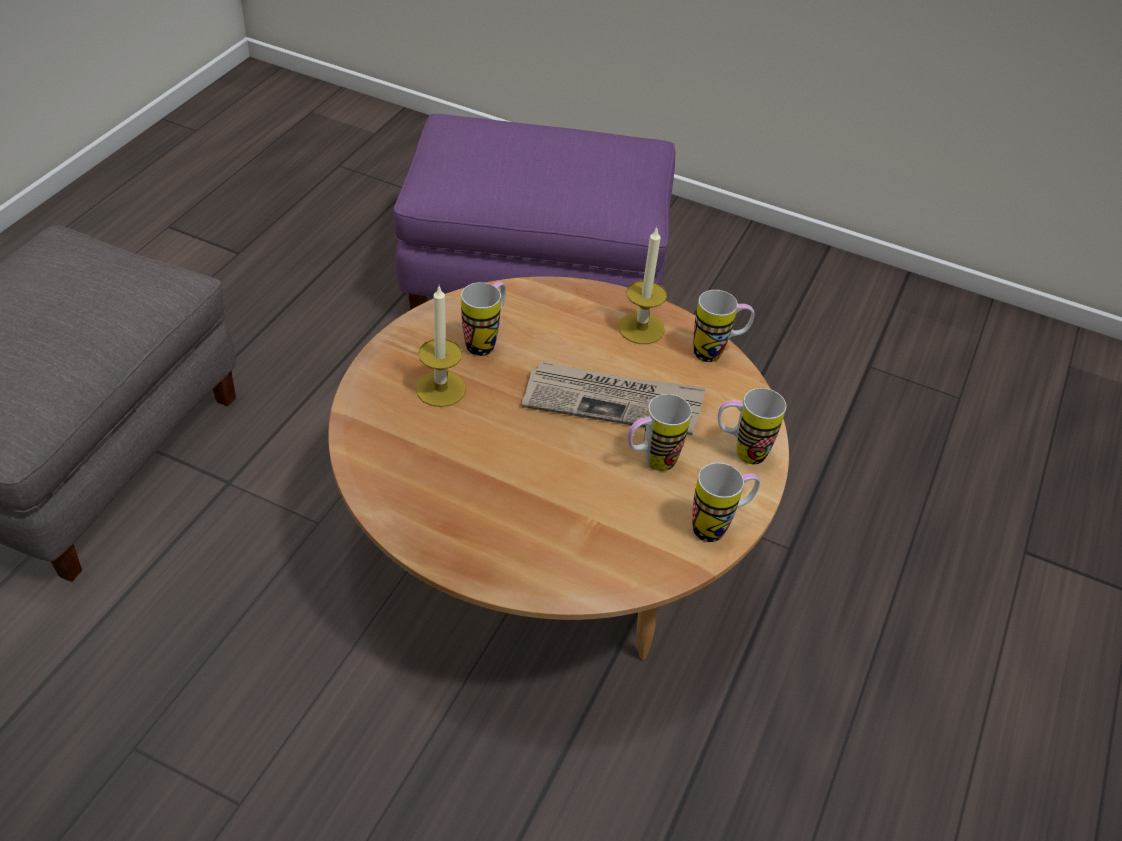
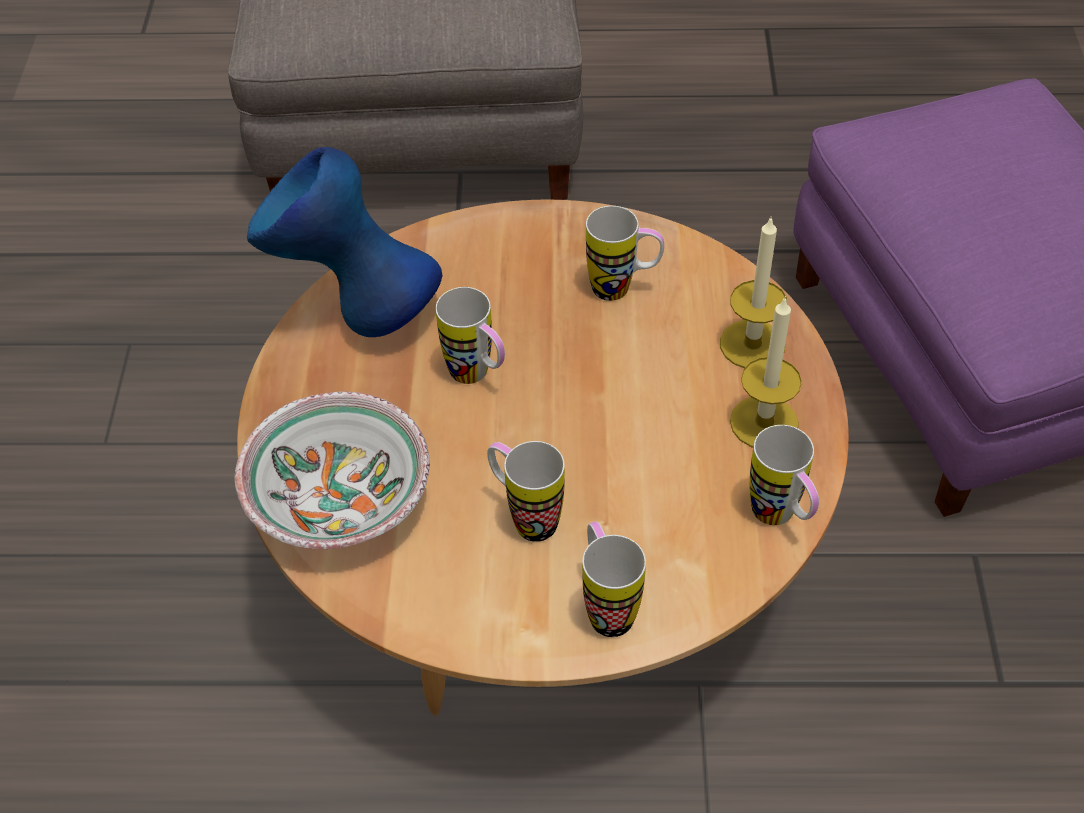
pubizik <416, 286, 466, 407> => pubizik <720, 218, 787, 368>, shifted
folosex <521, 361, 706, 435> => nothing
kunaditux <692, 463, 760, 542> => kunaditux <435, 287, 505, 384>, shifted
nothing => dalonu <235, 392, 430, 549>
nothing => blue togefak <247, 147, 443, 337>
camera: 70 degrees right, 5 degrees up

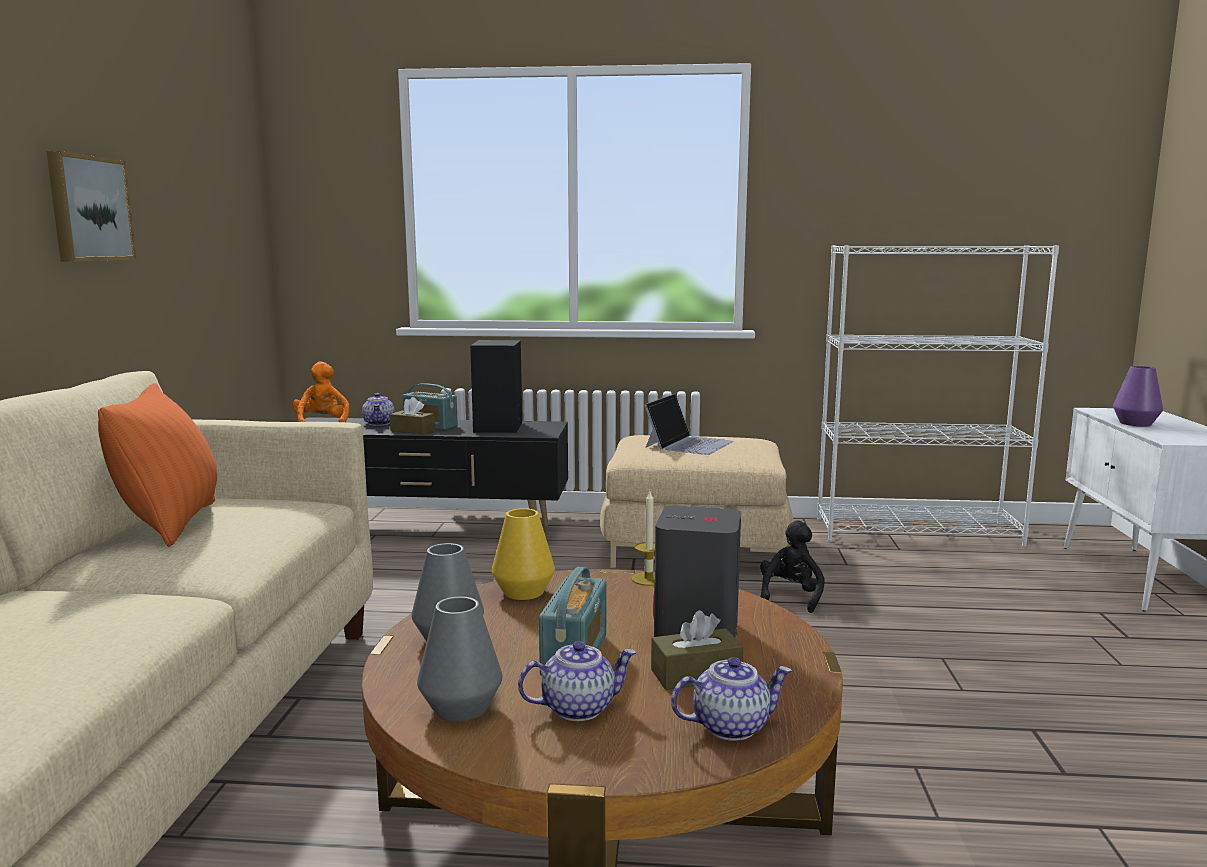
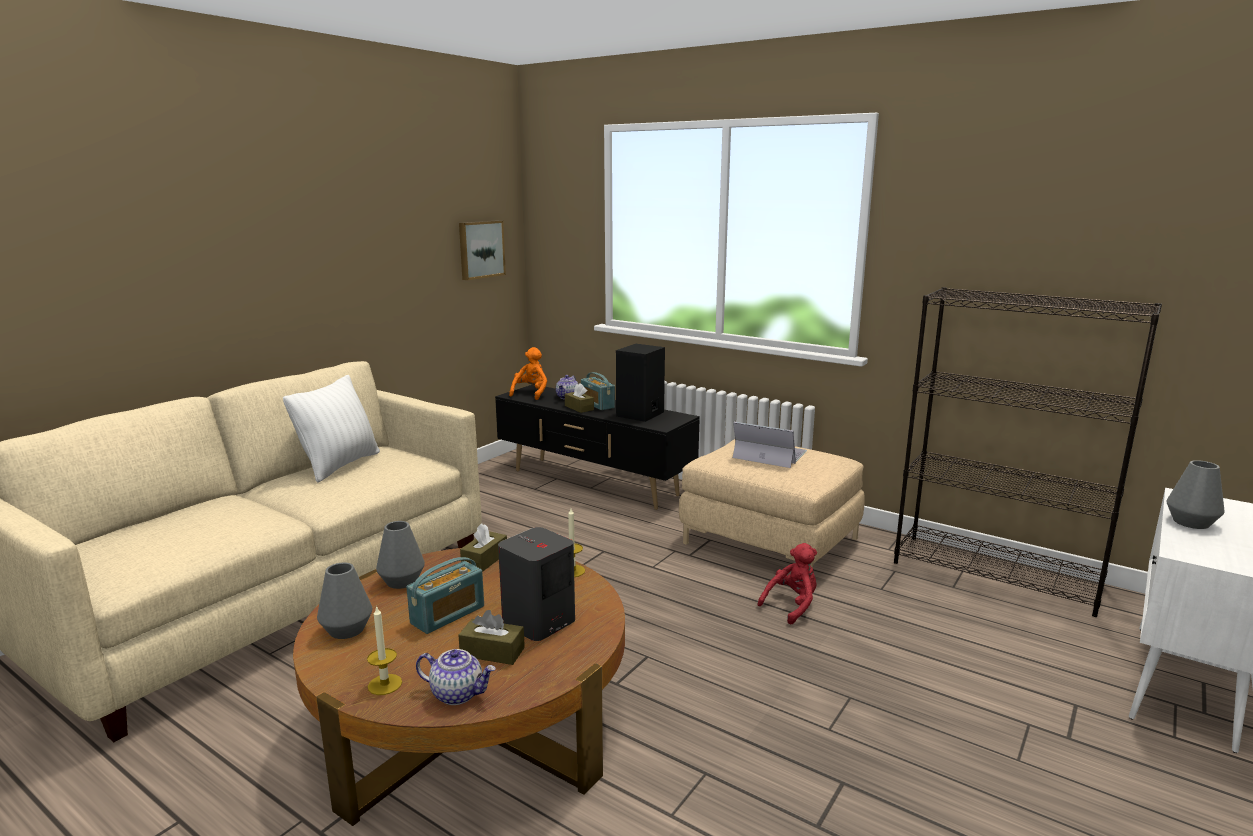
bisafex <46, 151, 137, 262> => bisafex <459, 220, 506, 280>, shifted
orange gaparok <98, 383, 217, 547> => white gaparok <283, 375, 380, 483>
yellow togefak <492, 508, 555, 600> => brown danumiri <460, 523, 507, 572>
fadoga <518, 641, 636, 721> => nothing
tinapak <644, 394, 733, 455> => tinapak <733, 422, 807, 468>, 120 degrees counterclockwise
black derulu <760, 520, 825, 613> => red derulu <758, 543, 817, 625>
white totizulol <817, 245, 1059, 547> => black totizulol <894, 287, 1162, 617>
purple togefak <1113, 366, 1163, 427> => grey togefak <1167, 460, 1225, 529>
nothing => pubizik <367, 605, 402, 695>
camera: 30 degrees right, 5 degrees up

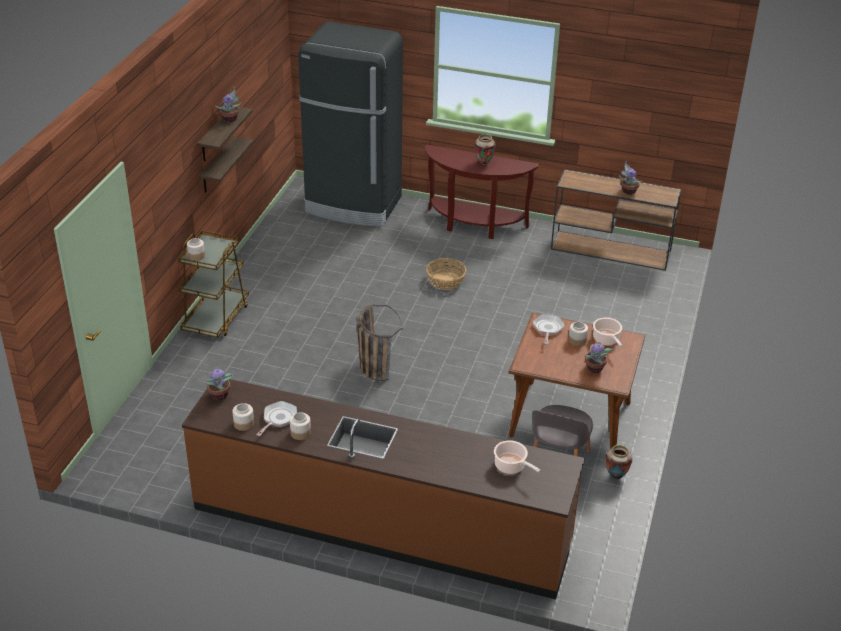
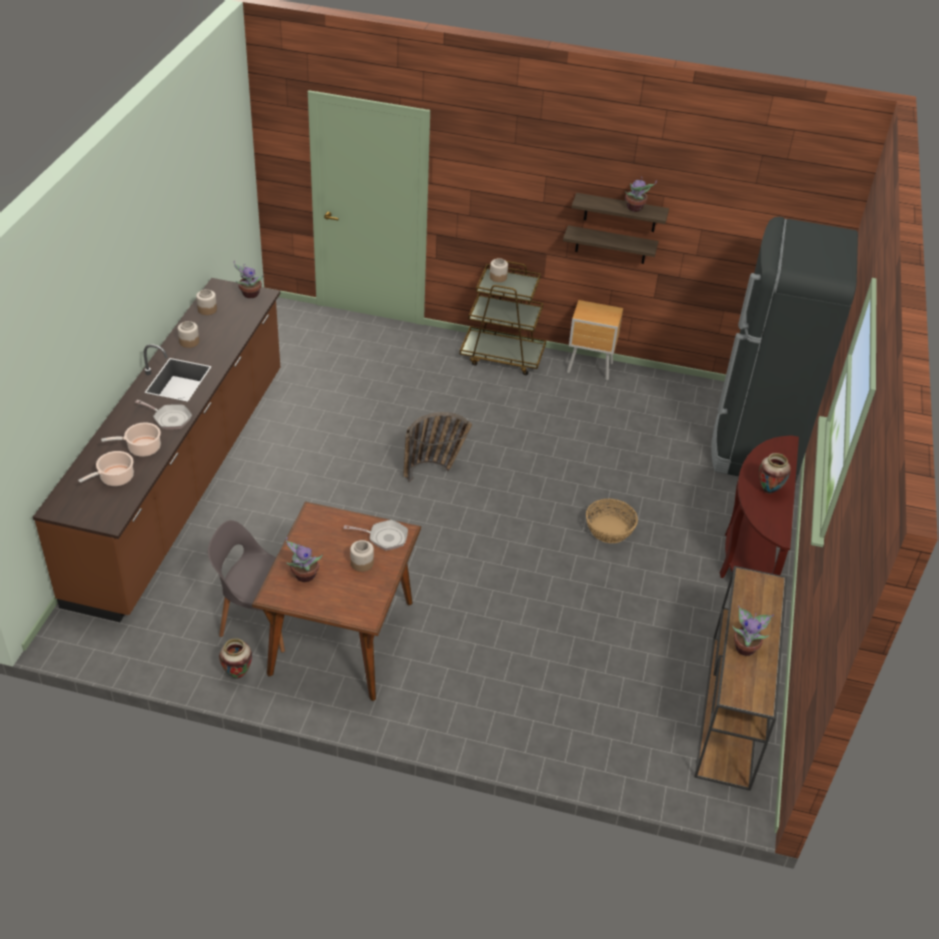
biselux <256, 401, 297, 436> => biselux <135, 400, 192, 430>, shifted
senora <593, 318, 622, 346> => senora <101, 423, 161, 457>, shifted
nothing => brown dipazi <567, 300, 623, 380>
camera: 85 degrees right, 5 degrees up

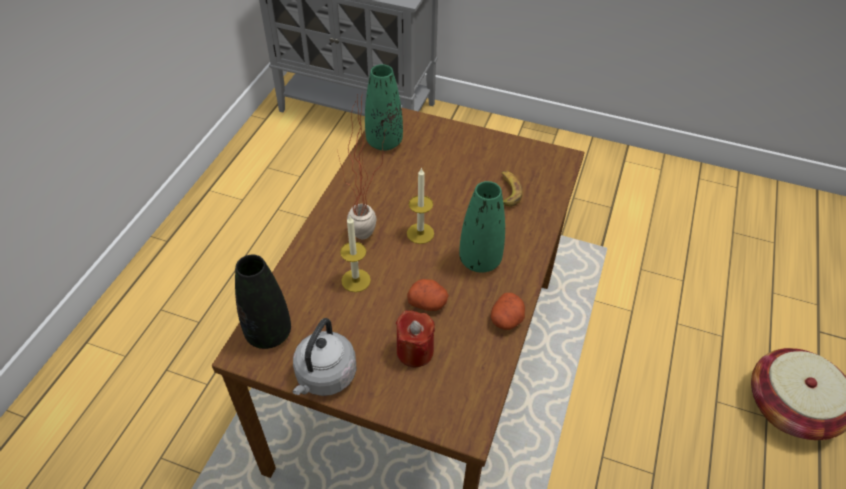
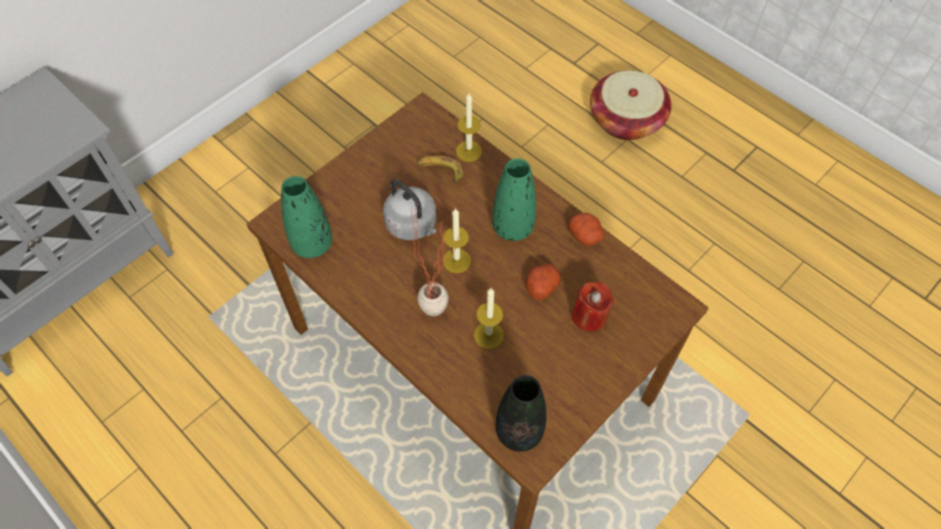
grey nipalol <292, 318, 357, 396> => grey nipalol <383, 179, 437, 240>, shifted
nothing => pubizik <456, 93, 482, 162>
camera: 65 degrees left, 10 degrees up

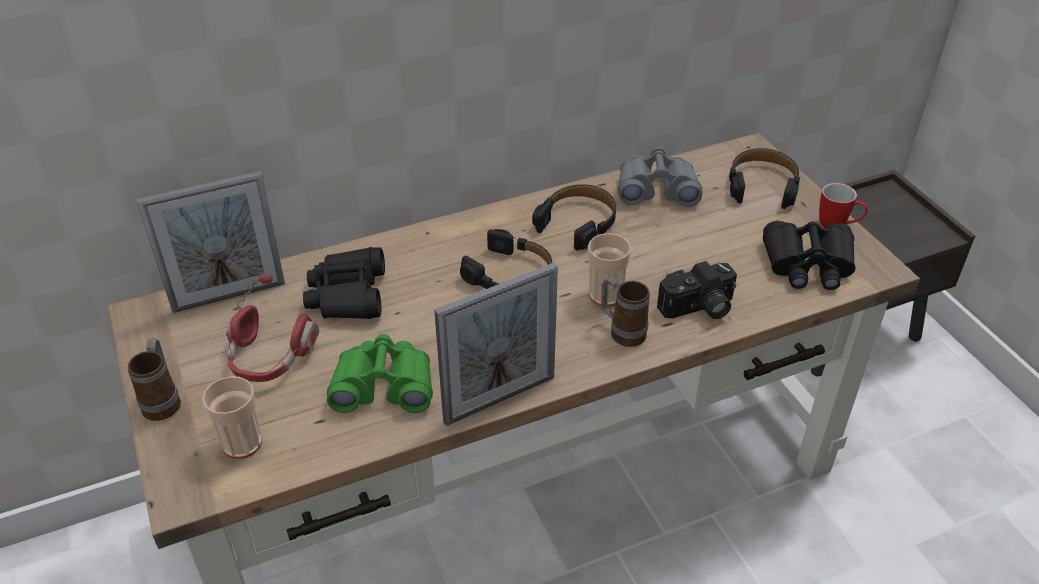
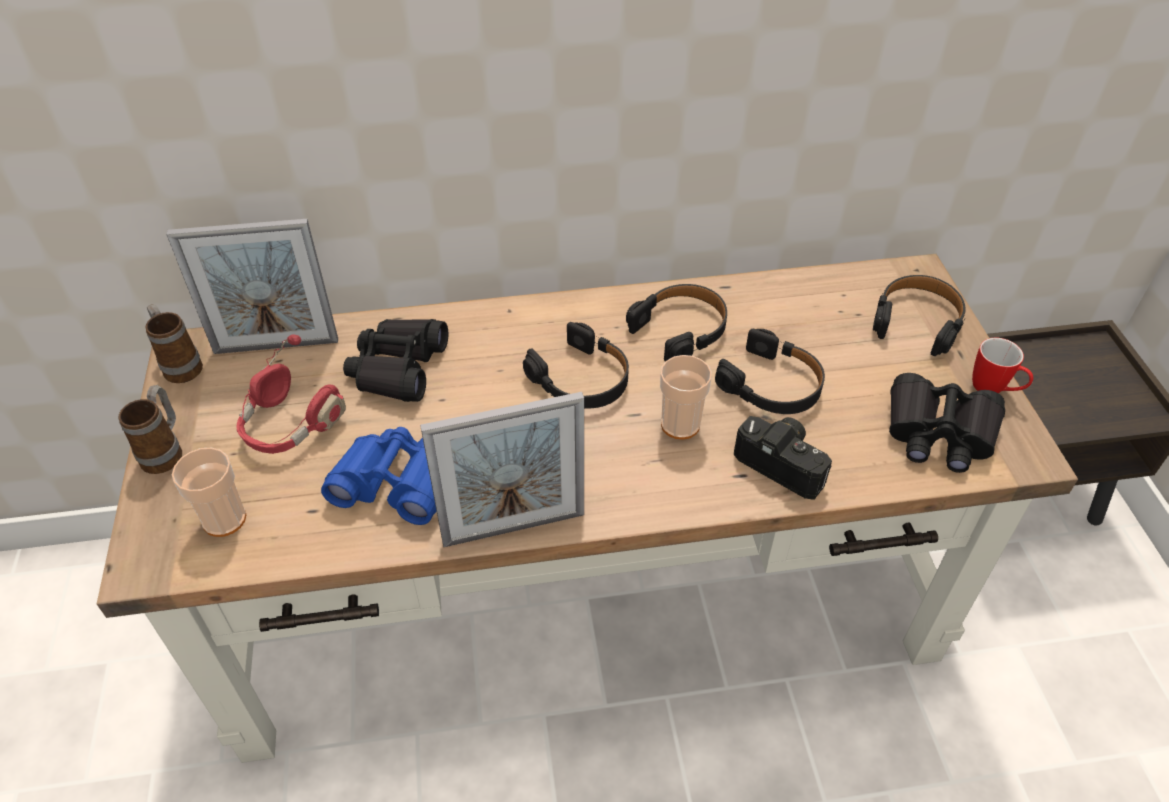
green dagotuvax <327, 334, 433, 413> => blue dagotuvax <321, 427, 437, 525>
kunaditux <601, 277, 650, 347> => kunaditux <145, 304, 203, 383>, shifted
grey dagotuvax <618, 147, 702, 207> => nothing
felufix <657, 261, 737, 319> => felufix <734, 416, 832, 500>, 135 degrees counterclockwise
nothing => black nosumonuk <715, 329, 825, 414>
camera: 15 degrees right, 5 degrees up

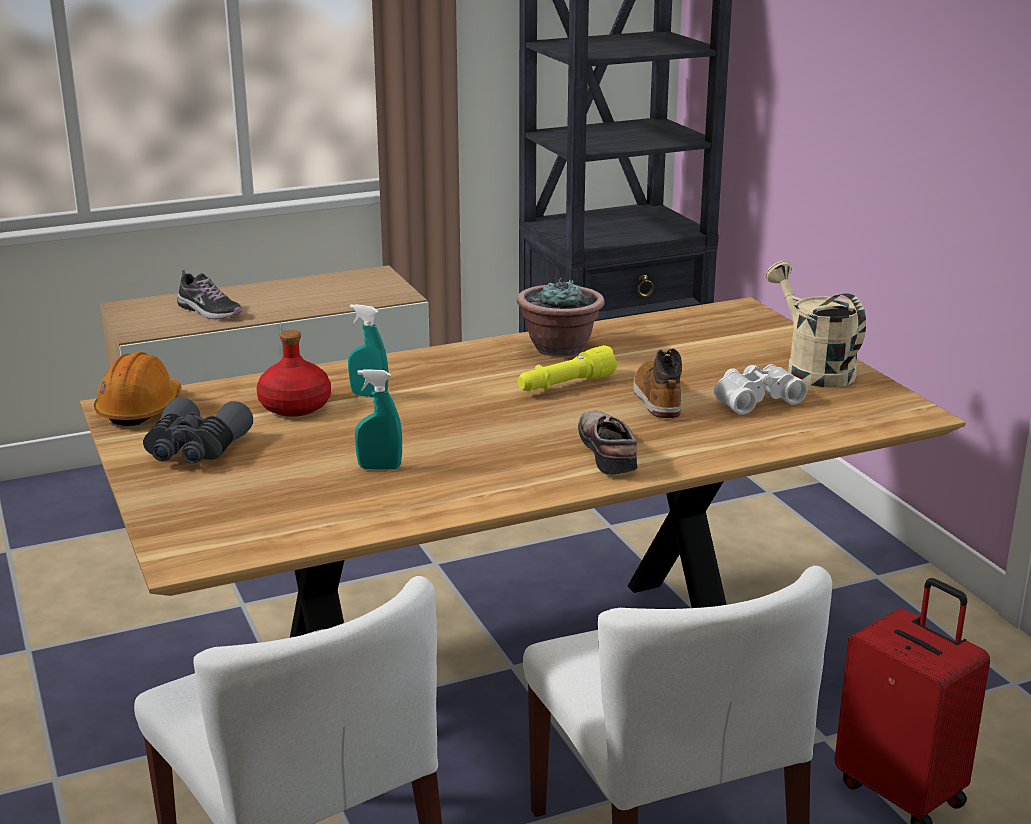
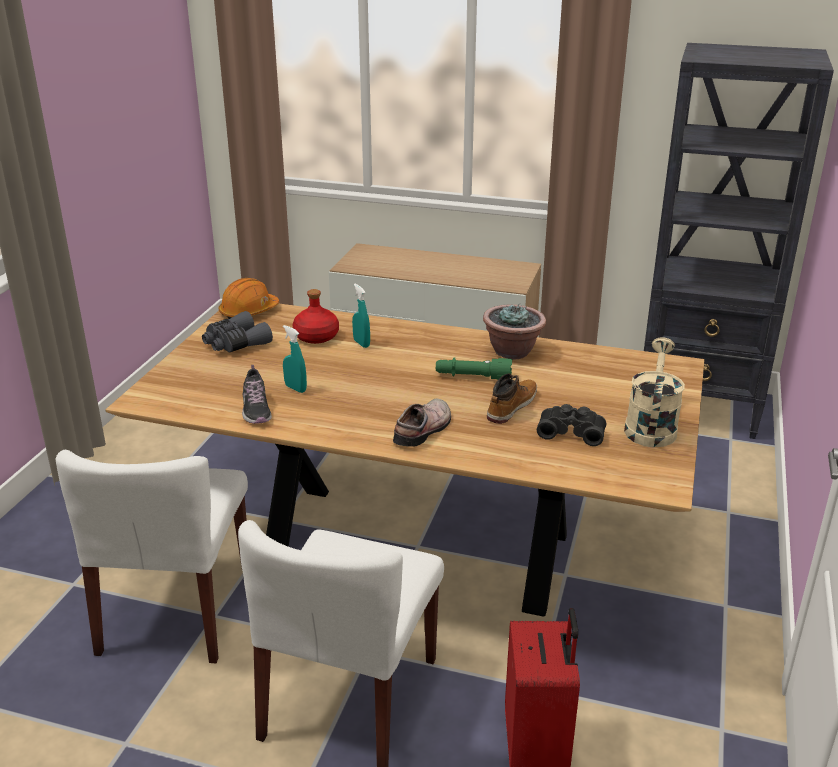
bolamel <177, 270, 242, 319> => bolamel <242, 365, 272, 424>, shifted
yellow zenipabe <518, 345, 617, 391> => green zenipabe <436, 358, 512, 380>
white dagotuvax <714, 364, 808, 415> => black dagotuvax <537, 404, 606, 446>
camera: 40 degrees right, 5 degrees up

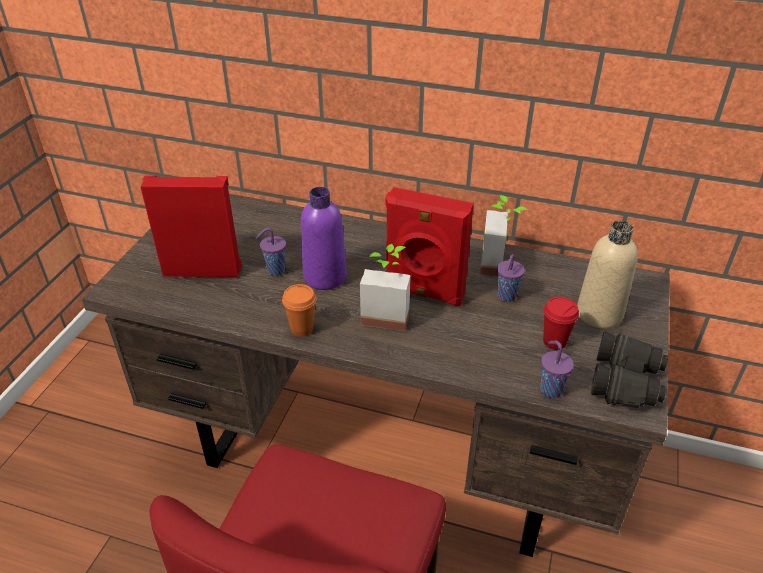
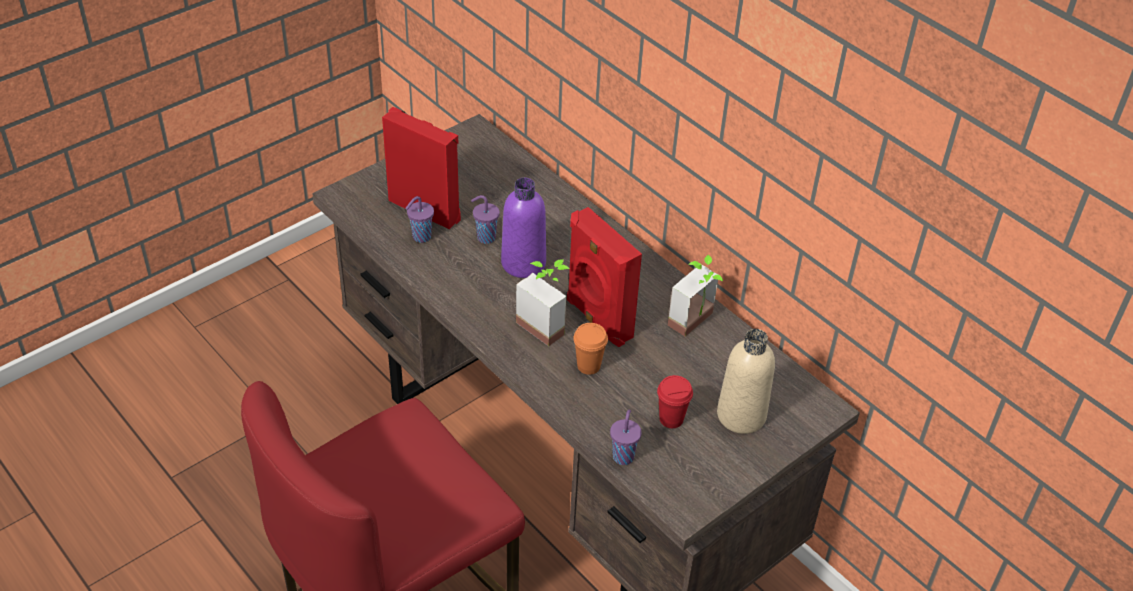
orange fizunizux <282, 284, 316, 336> => orange fizunizux <573, 323, 608, 375>, shifted
purple fizunizux <497, 254, 525, 302> => purple fizunizux <405, 196, 434, 243>, shifted
black dagotuvax <591, 331, 668, 408> => nothing
camera: 30 degrees right, 5 degrees up

